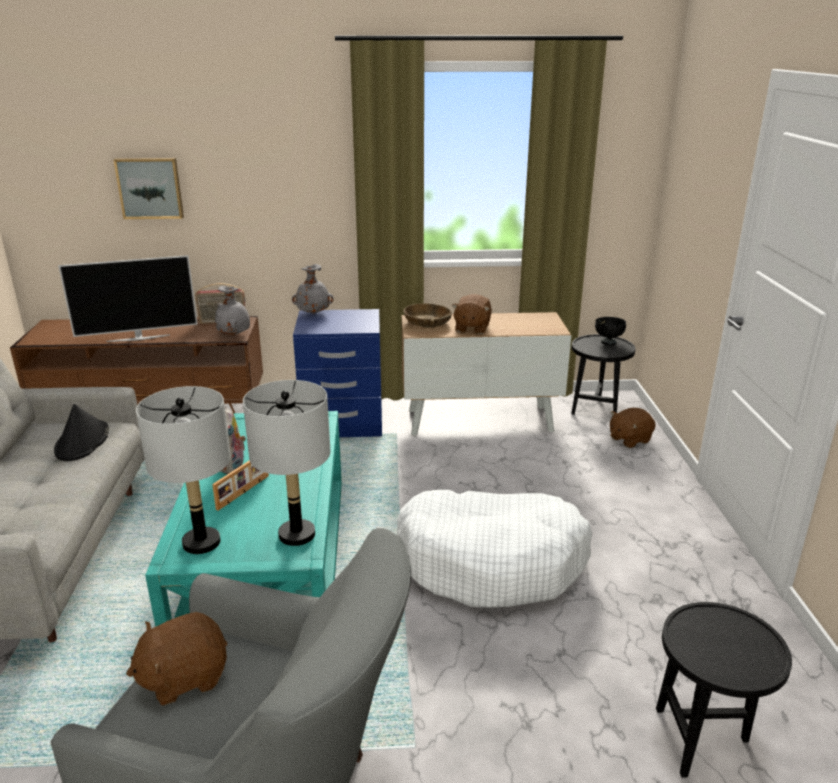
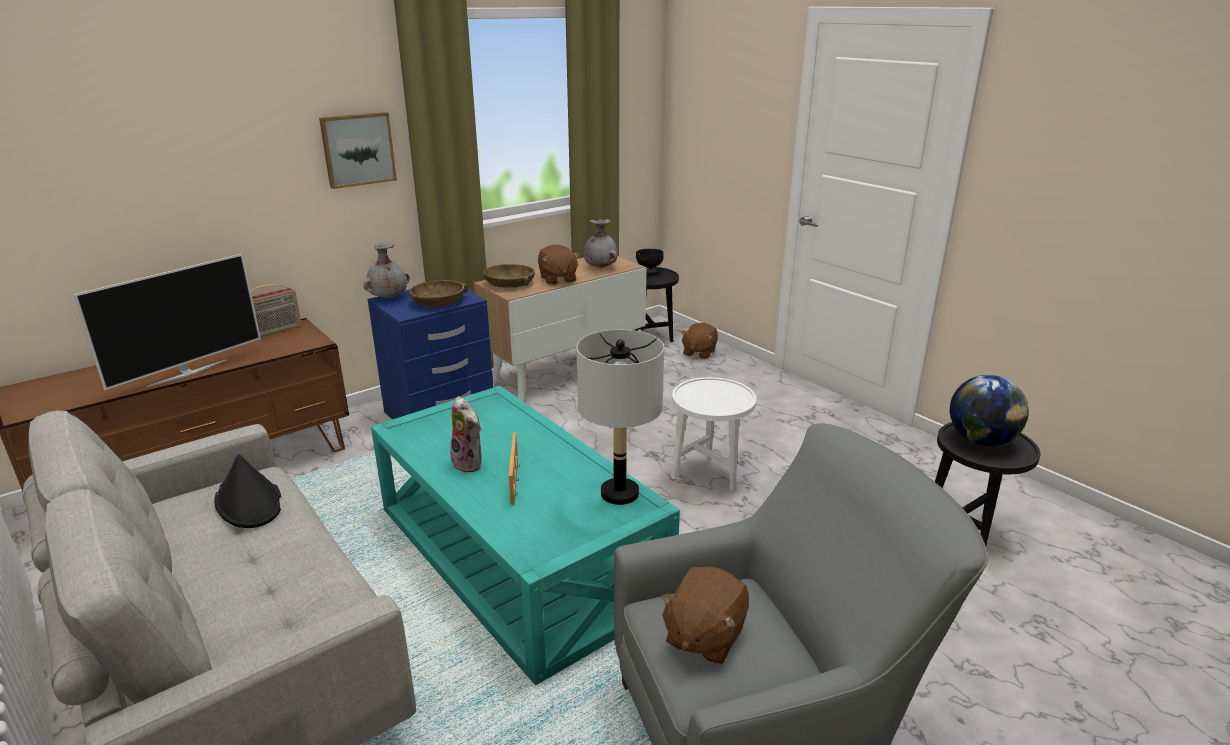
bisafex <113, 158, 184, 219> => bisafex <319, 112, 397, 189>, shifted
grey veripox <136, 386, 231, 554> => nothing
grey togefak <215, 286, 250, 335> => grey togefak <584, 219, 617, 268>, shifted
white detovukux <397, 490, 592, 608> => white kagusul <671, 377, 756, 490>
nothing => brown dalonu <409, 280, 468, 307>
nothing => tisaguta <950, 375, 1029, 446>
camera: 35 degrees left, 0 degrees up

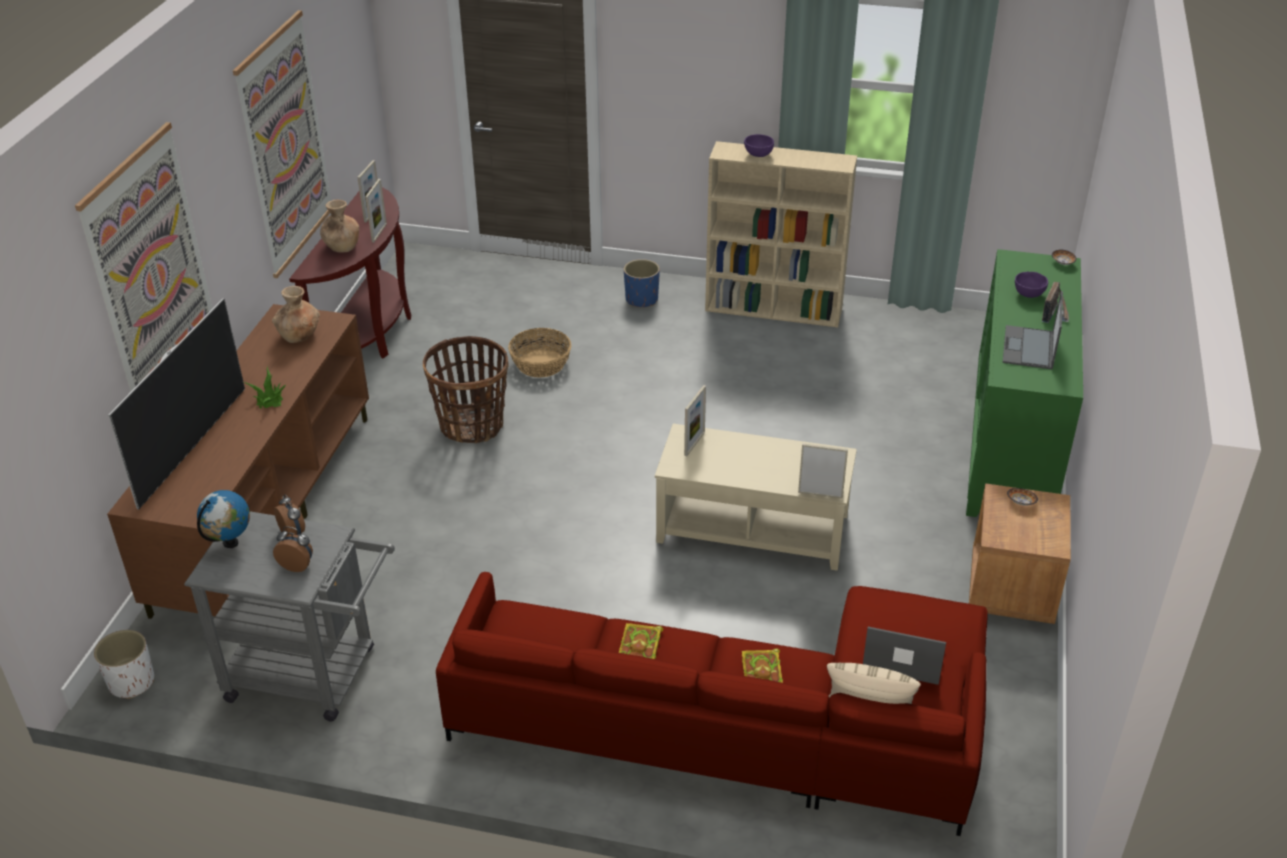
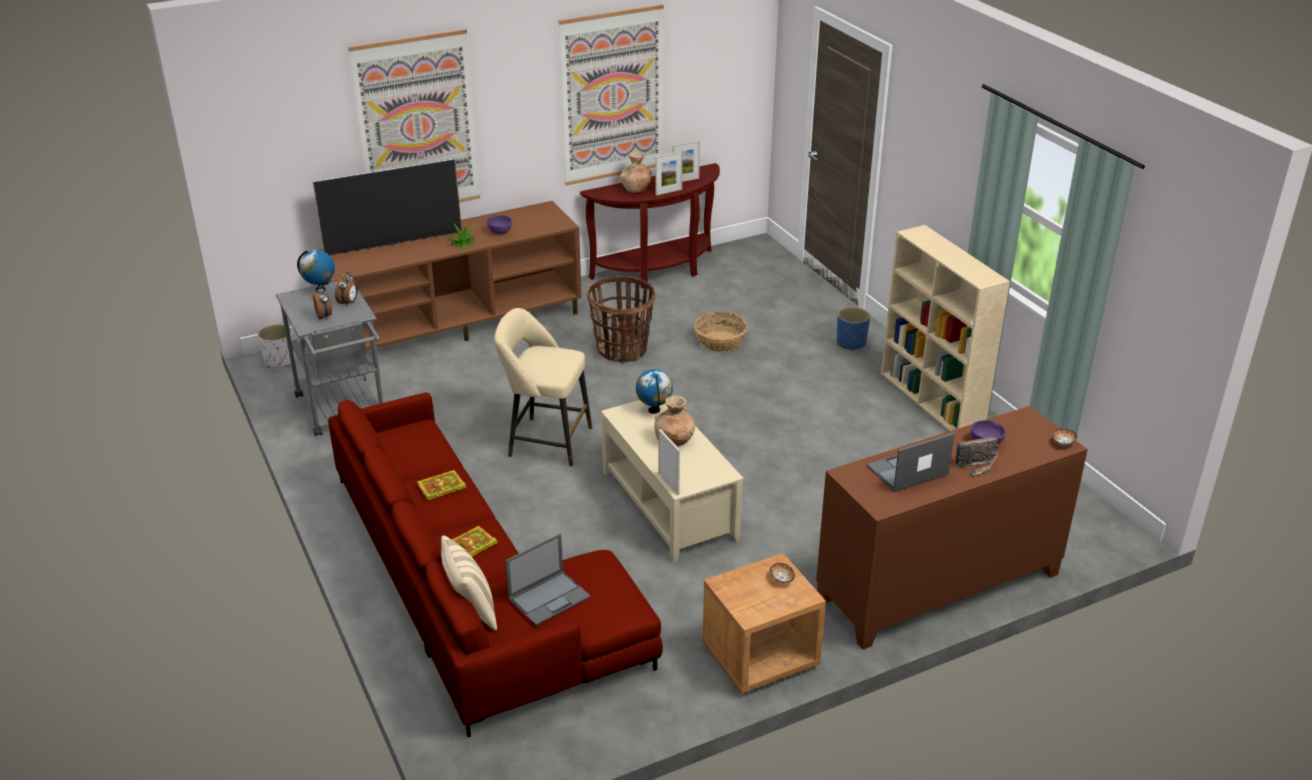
brown togefak <272, 286, 320, 343> => brown togefak <654, 396, 695, 446>, shifted
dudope <684, 385, 706, 456> => tisaguta <636, 369, 673, 414>
purple dalonu <744, 134, 774, 157> => purple dalonu <487, 215, 512, 234>, shifted
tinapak <863, 627, 946, 685> => tinapak <505, 534, 590, 626>, 75 degrees clockwise
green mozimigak <966, 249, 1083, 517> => brown mozimigak <816, 406, 1088, 650>
nothing => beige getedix <494, 308, 592, 466>
camera: 50 degrees right, 5 degrees down

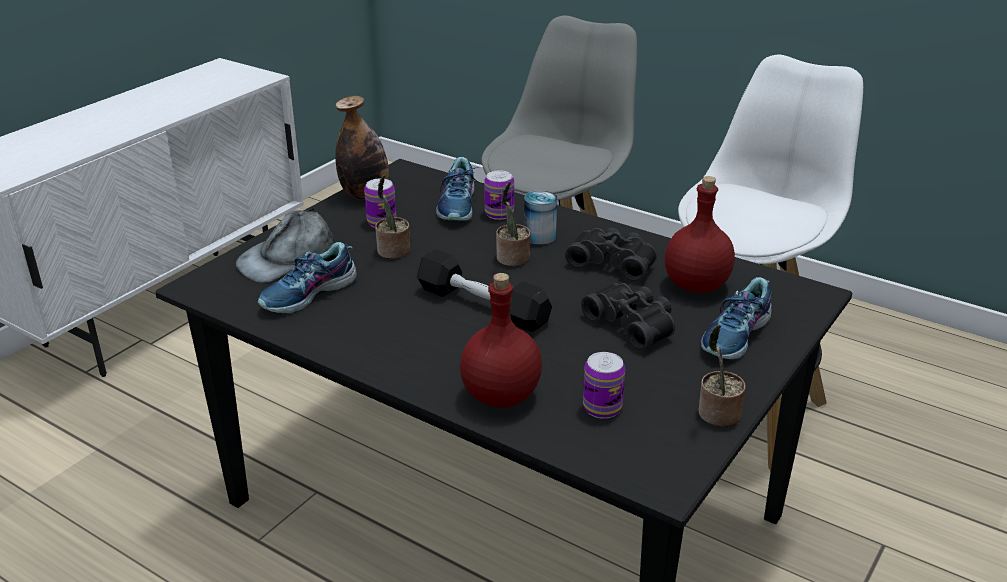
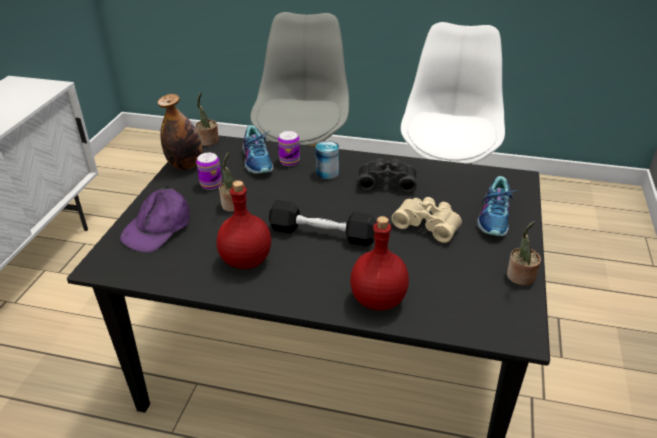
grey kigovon <236, 208, 335, 283> => purple kigovon <120, 186, 190, 252>
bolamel <258, 242, 357, 314> => nothing
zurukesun <496, 181, 531, 266> => zurukesun <196, 92, 219, 146>, shifted
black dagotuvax <581, 283, 675, 351> => beige dagotuvax <391, 197, 462, 243>
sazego <583, 352, 625, 419> => nothing
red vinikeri <665, 176, 735, 293> => red vinikeri <217, 181, 271, 269>, shifted
camera: 20 degrees left, 5 degrees up

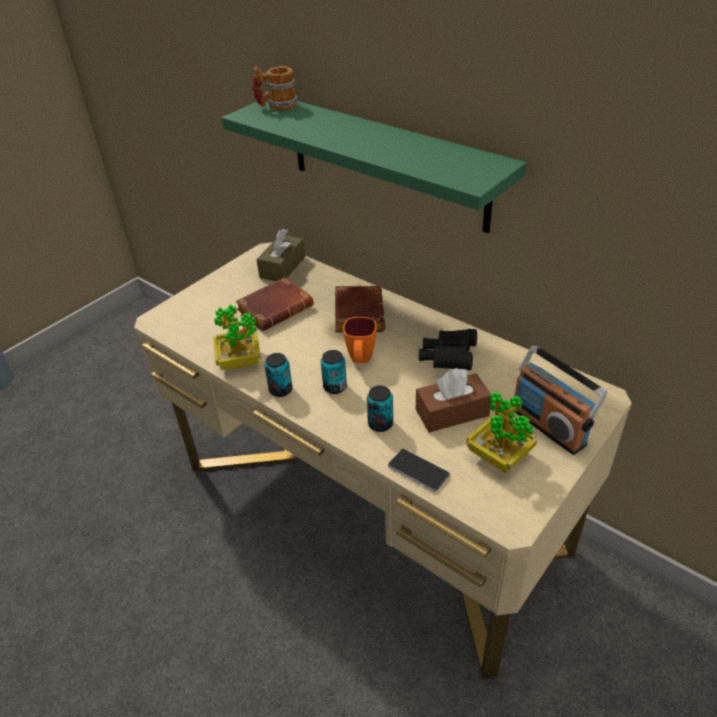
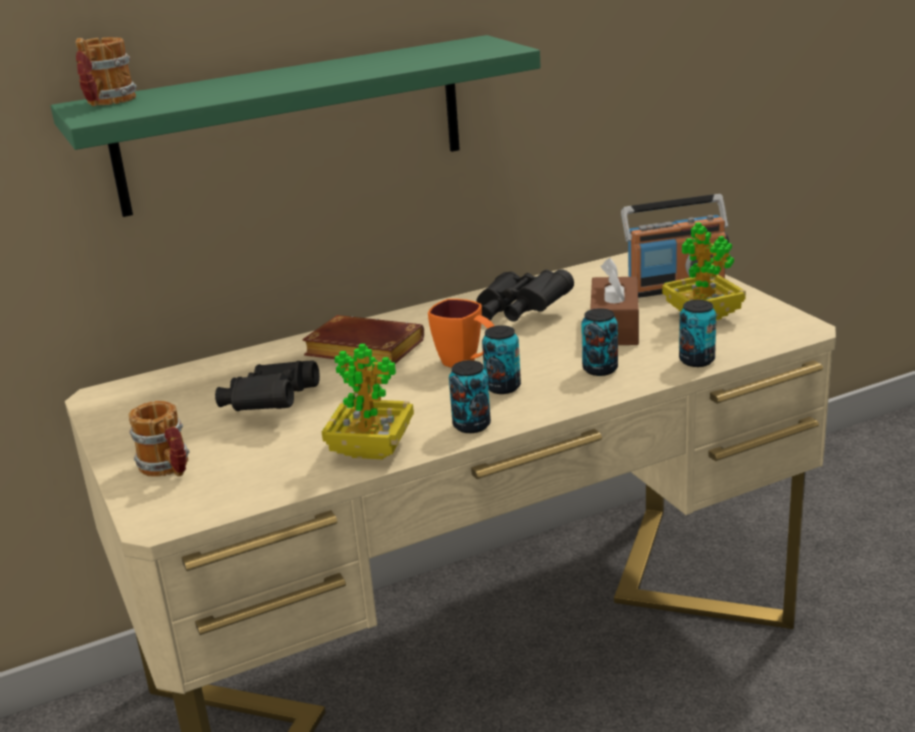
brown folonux <235, 277, 314, 331> => black dagotuvax <215, 360, 320, 411>
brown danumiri <256, 228, 305, 281> => nothing
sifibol <388, 449, 450, 492> => sazego <679, 300, 716, 367>
nothing => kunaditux <129, 401, 189, 477>
camera: 65 degrees left, 15 degrees down

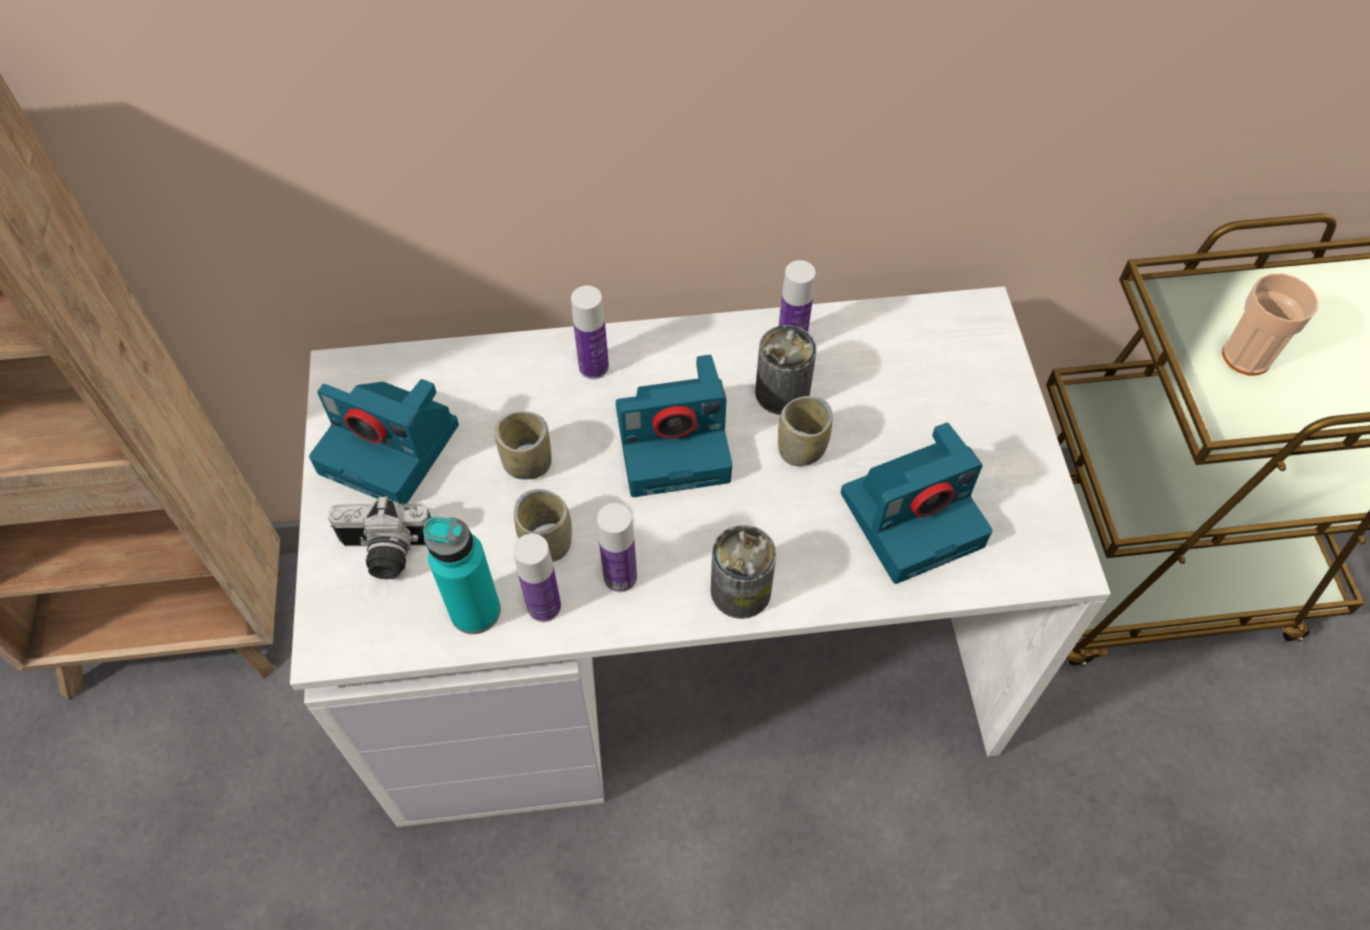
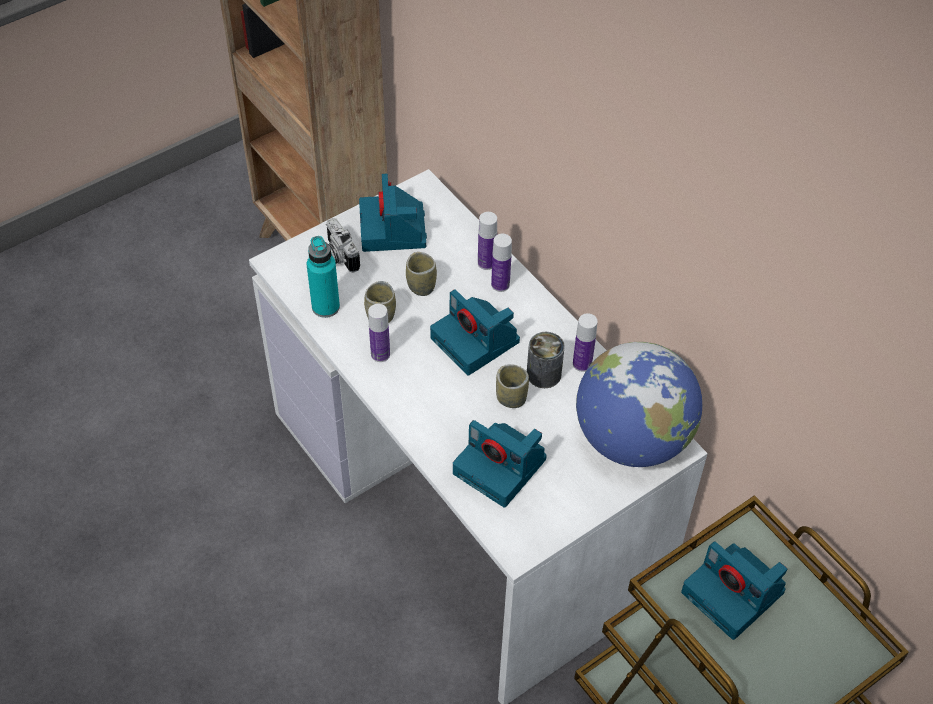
vinikeri <513, 534, 561, 622> => vinikeri <478, 212, 497, 270>, shifted
sazego <711, 525, 777, 619> => nothing
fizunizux <1222, 273, 1319, 376> => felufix <681, 541, 787, 640>
nothing => tisaguta <576, 342, 702, 467>
camera: 60 degrees right, 5 degrees down

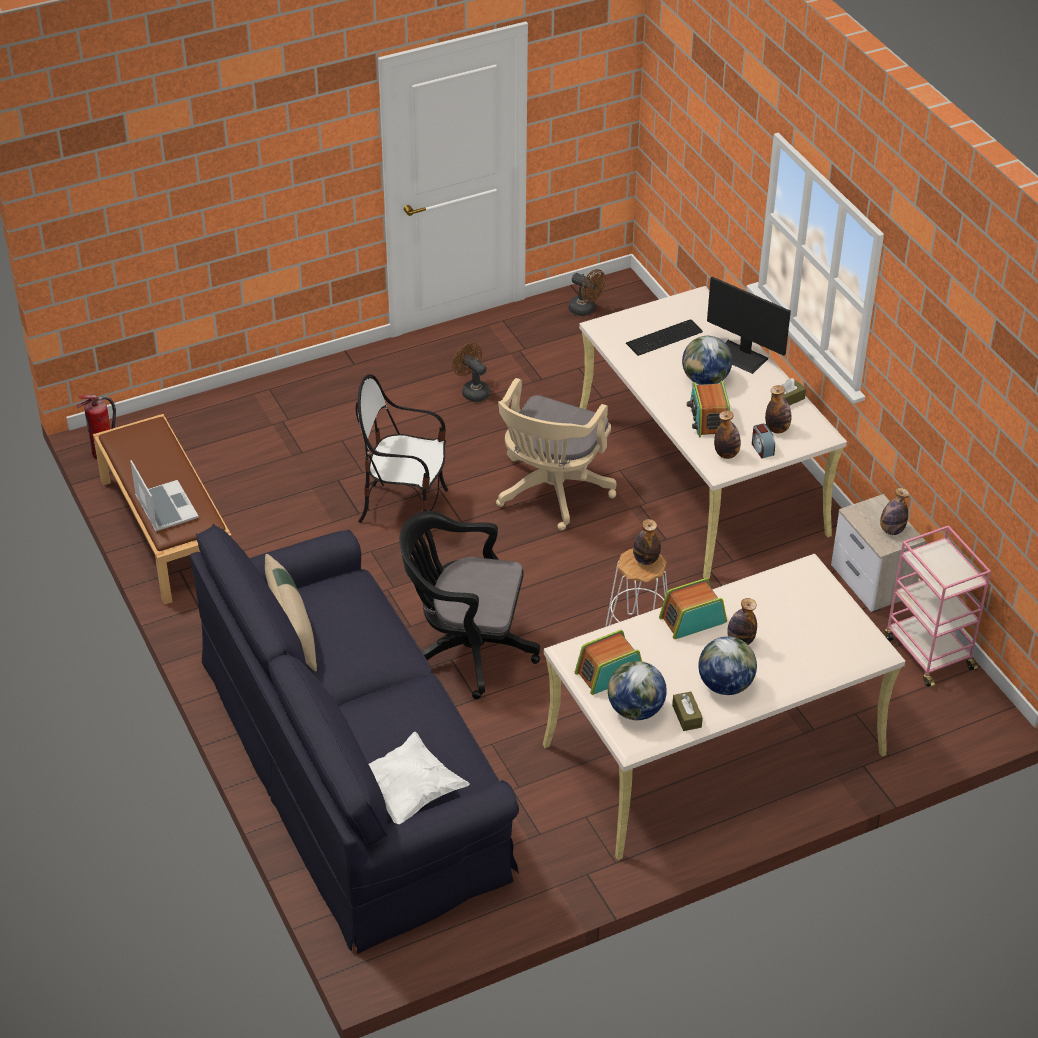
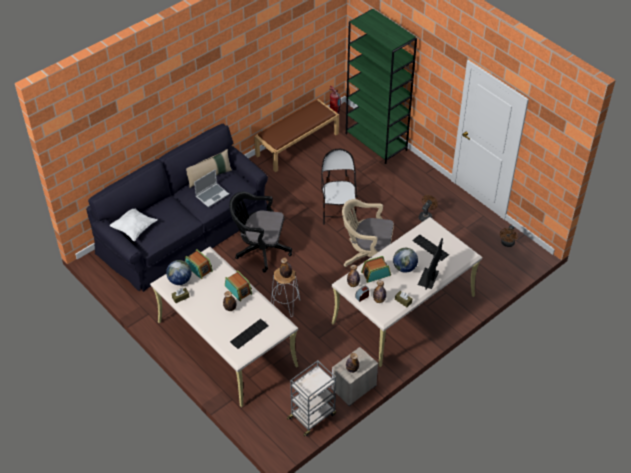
tinapak <130, 460, 199, 531> => tinapak <194, 169, 229, 207>, shifted
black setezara <399, 511, 540, 700> => black setezara <229, 192, 292, 273>, 75 degrees counterclockwise
tisaguta <698, 636, 757, 695> => nothing
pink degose <885, 525, 991, 688> => grey degose <287, 360, 336, 436>
nothing => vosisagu <230, 319, 268, 349>
nothing => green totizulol <346, 9, 417, 164>
camera: 75 degrees right, 5 degrees up

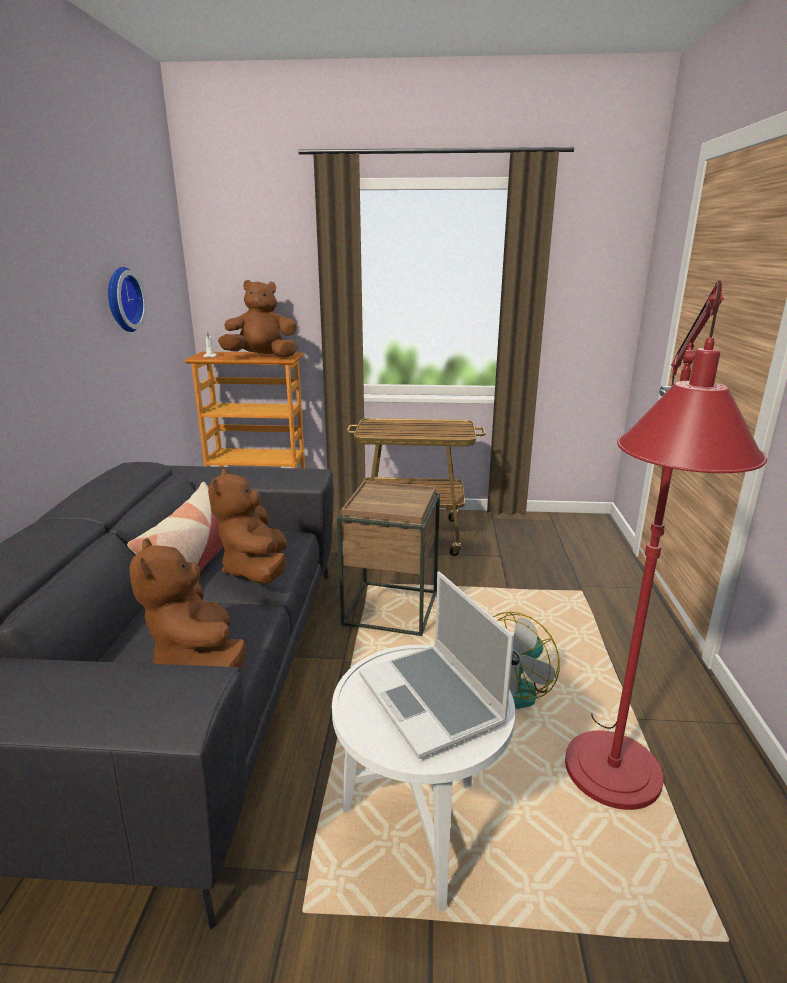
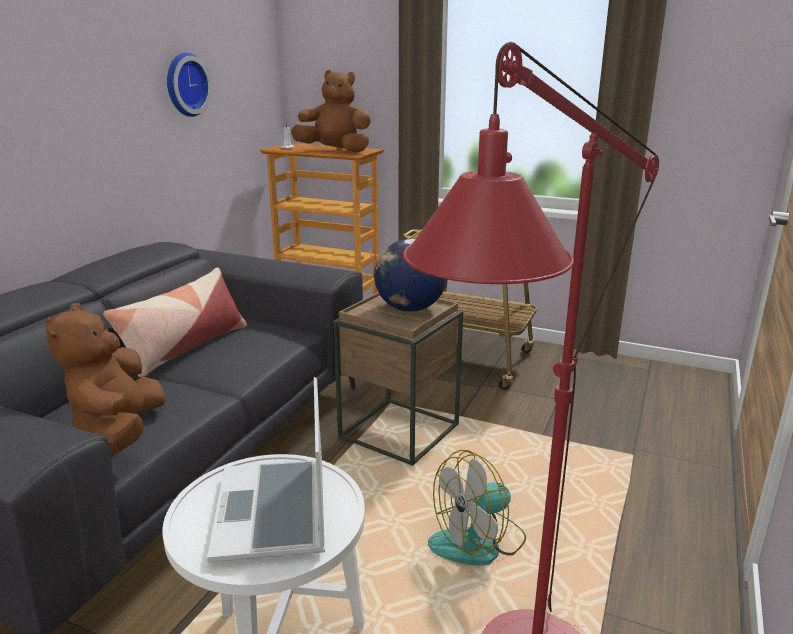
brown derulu <208, 468, 287, 584> => nothing
nothing => tisaguta <374, 239, 447, 312>
camera: 20 degrees right, 0 degrees up

